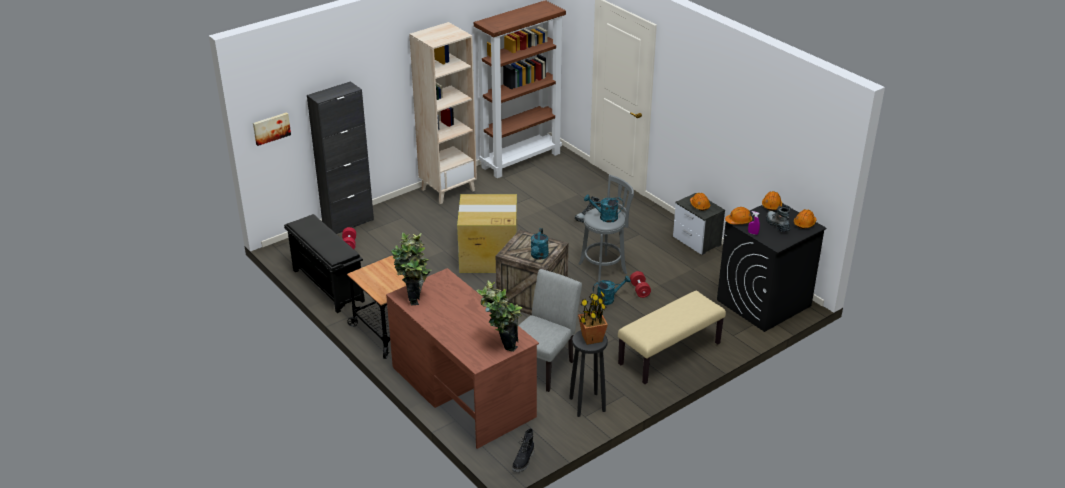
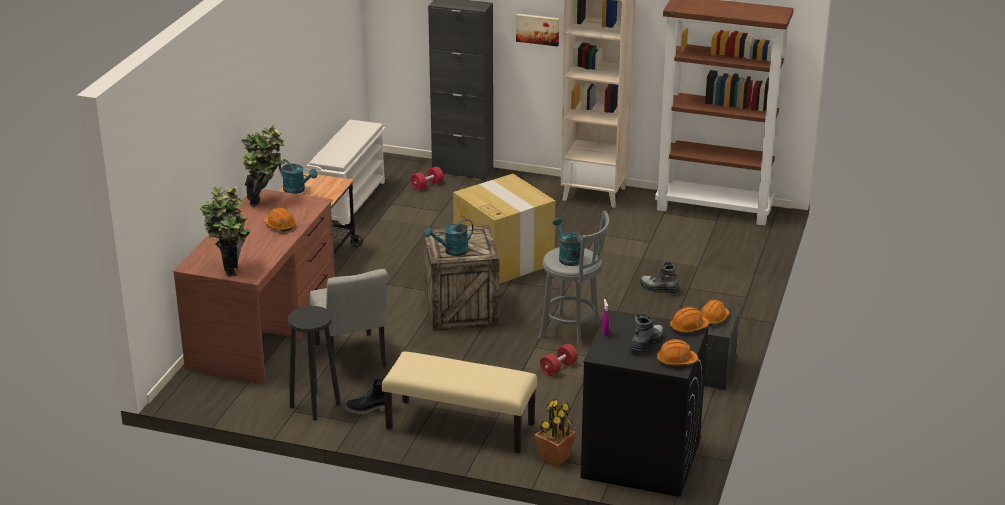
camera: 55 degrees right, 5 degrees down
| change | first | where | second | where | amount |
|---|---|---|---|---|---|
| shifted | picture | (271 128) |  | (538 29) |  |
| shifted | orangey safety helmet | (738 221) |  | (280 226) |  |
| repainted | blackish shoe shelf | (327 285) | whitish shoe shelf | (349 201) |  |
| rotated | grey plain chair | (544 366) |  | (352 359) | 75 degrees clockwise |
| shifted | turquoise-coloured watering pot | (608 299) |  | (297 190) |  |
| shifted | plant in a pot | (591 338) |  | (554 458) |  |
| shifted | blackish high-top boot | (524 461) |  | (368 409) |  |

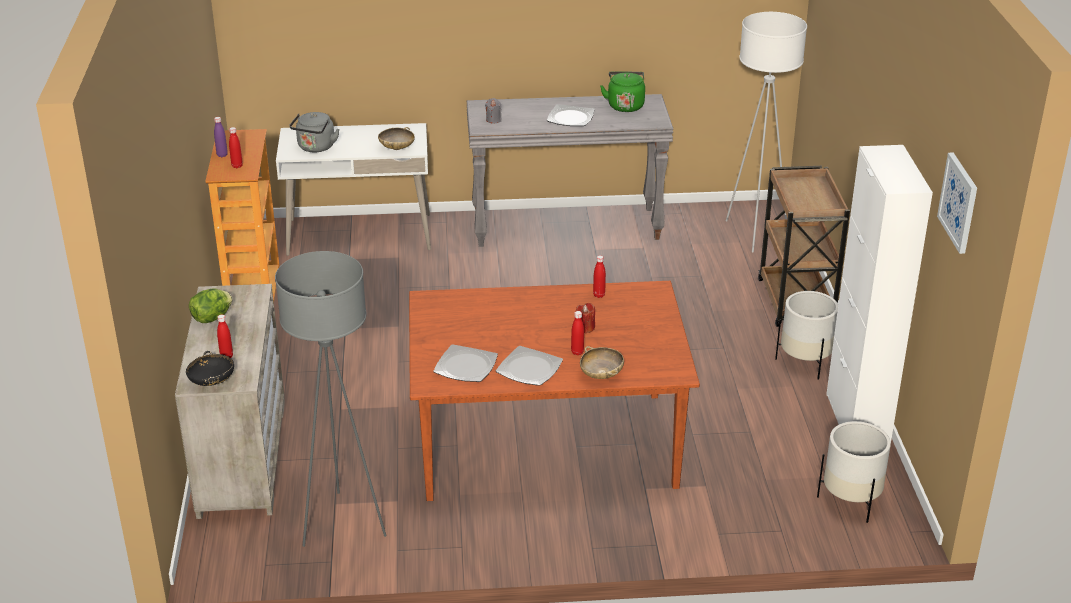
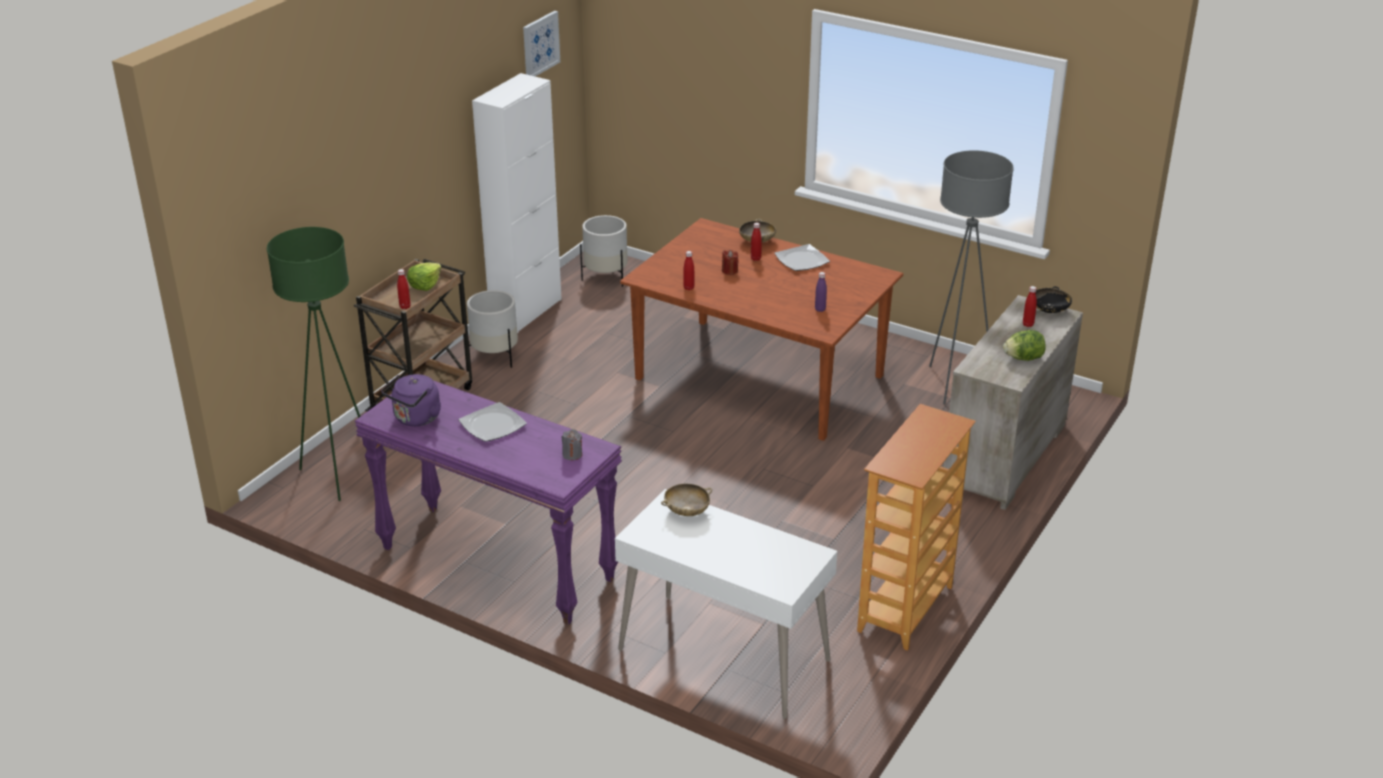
camera: 145 degrees left, 0 degrees up
| change | first | where | second | where | amount |
|---|---|---|---|---|---|
| repainted | whitish standing lamp | (754 233) | greenish standing lamp | (339 475) |  |
| repainted | greenish tea kettle | (625 105) | purple tea kettle | (415 419) |  |
| repainted | grey narrow table | (567 226) | purple narrow table | (495 564) |  |
| gone | grey tea kettle | (315 148) |  |  |  |
| shifted | purple bottle | (222 155) |  | (820 309) |  |
| shifted | red-coloured bottle | (237 166) |  | (405 307) |  |
| gone | dinner plate | (466 366) |  |  |  |
| new |  |  | lettuce head | (425 285) |  |

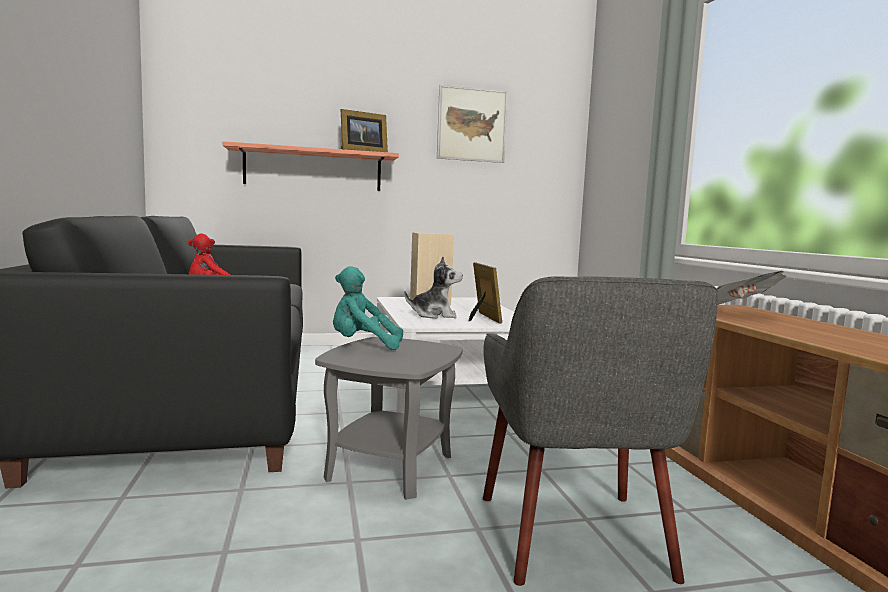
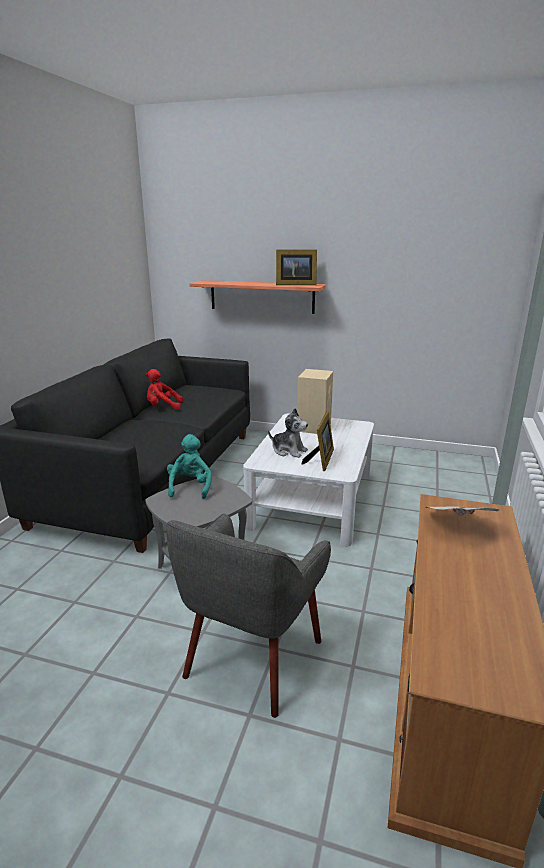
camera: 30 degrees right, 15 degrees up
| change | first | where | second | where | amount |
|---|---|---|---|---|---|
| gone | picture | (472 124) |  |  |  |
| rotated | turquoise-coloured plush toy | (363 345) |  | (190 487) | 60 degrees clockwise |

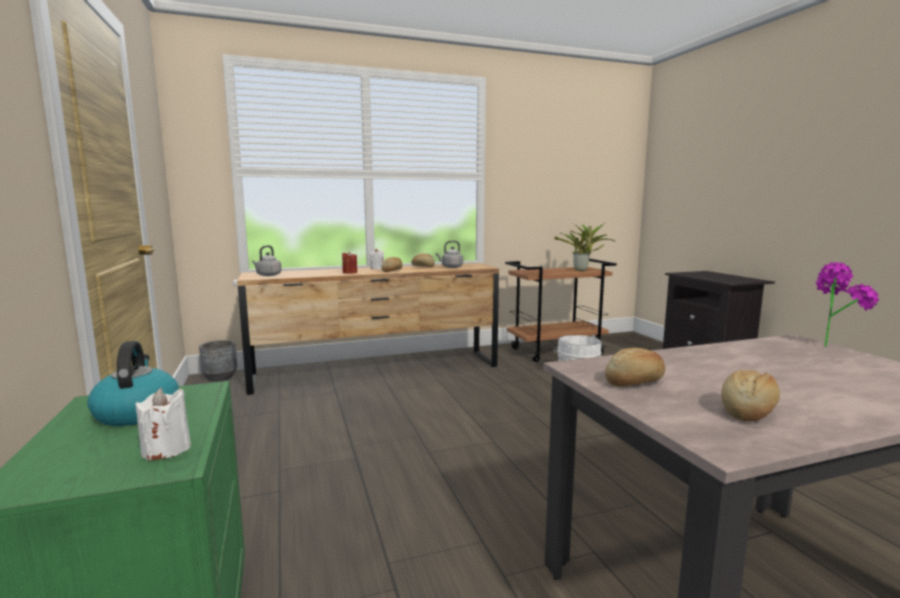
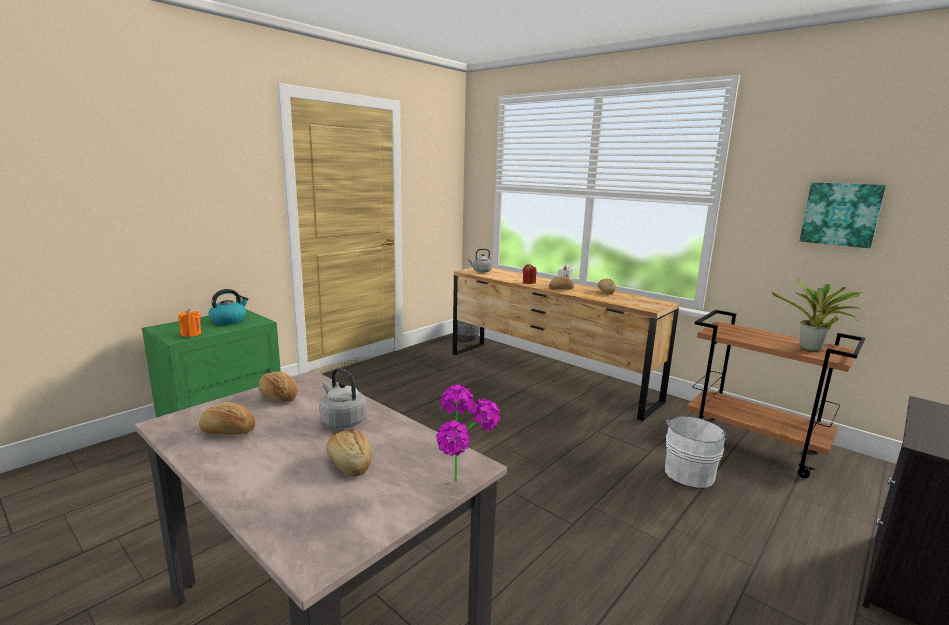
camera: 60 degrees right, 5 degrees up
| change | first | where | second | where | amount |
|---|---|---|---|---|---|
| shifted | grey tea kettle | (451 267) |  | (342 421) |  |
| repainted | whitish candle | (166 450) | orangey candle | (191 334) |  |
| new |  |  | picture | (841 214) |  |
| new |  |  | baked bread | (349 463) |  |

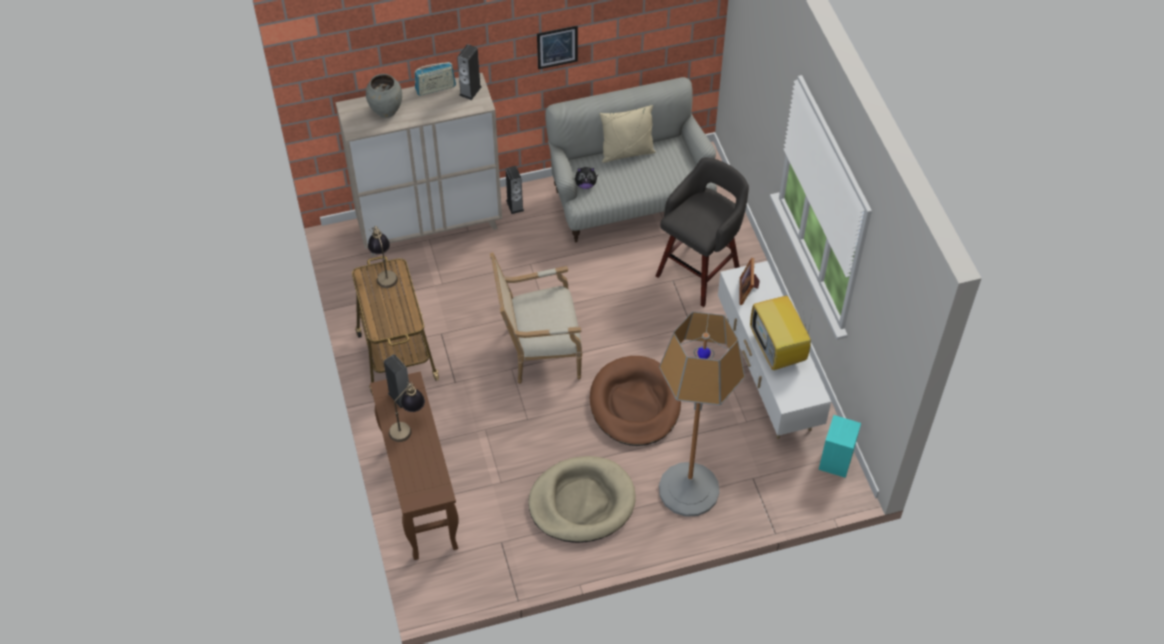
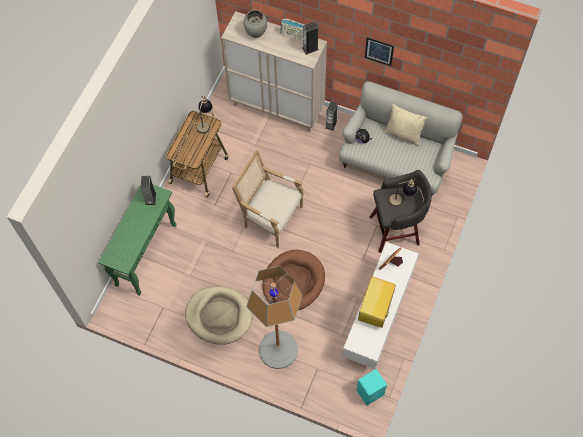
camera: 40 degrees right, 10 degrees up
| change | first | where | second | where | amount |
|---|---|---|---|---|---|
| repainted | brown-coloured narrow table | (420 496) | greenish narrow table | (146 254) |  |
| shifted | tabletop lamp | (408 426) |  | (401 200) |  |

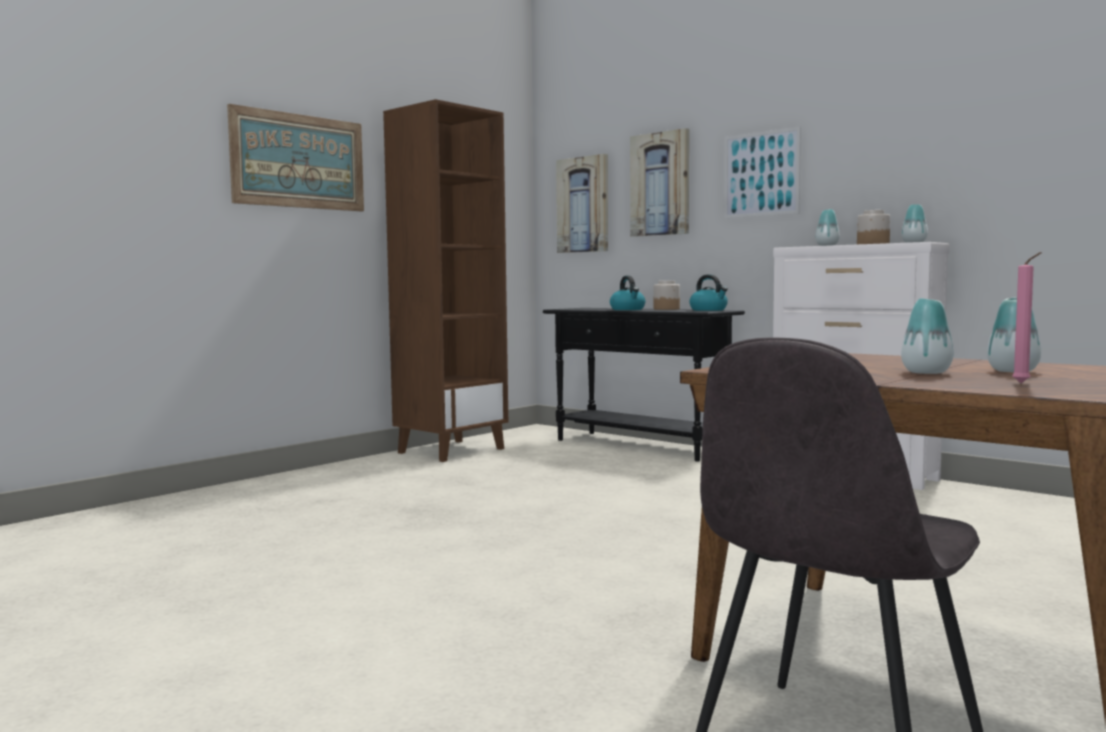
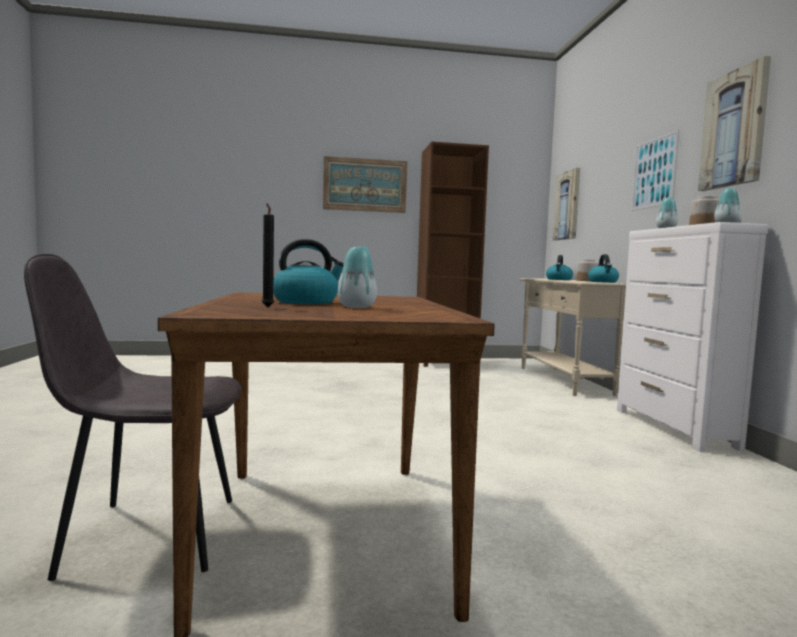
camera: 40 degrees right, 0 degrees up
| change | first | where | second | where | amount |
|---|---|---|---|---|---|
| shifted | picture | (660 184) |  | (734 129) |  |
| repainted | pinkish candle | (1023 383) | blackish candle | (267 307) |  |
| swapped | decorative vase | (926 372) | tea kettle | (306 302) |  |
| repainted | blackish narrow table | (640 446) | beige-coloured narrow table | (563 380) |  |

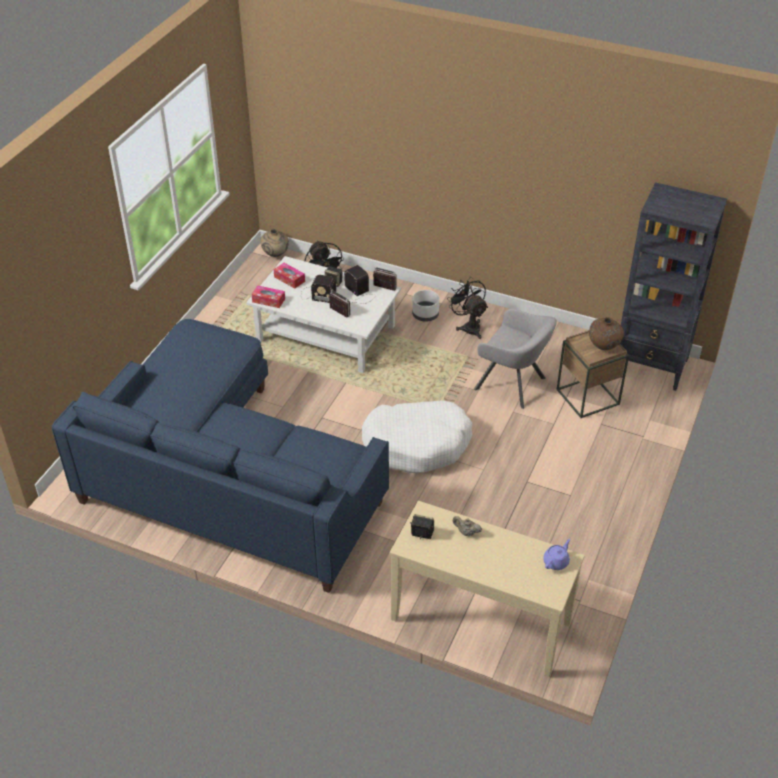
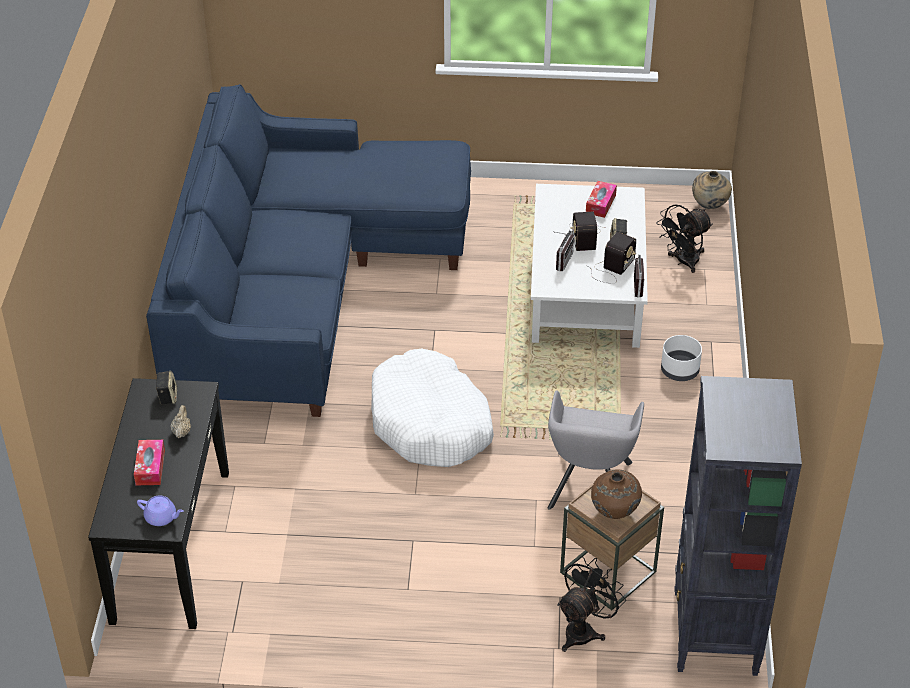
camera: 70 degrees right, 0 degrees up
| change | first | where | second | where | amount |
|---|---|---|---|---|---|
| shifted | blackish fan | (469 326) |  | (584 630) |  |
| shifted | tissue holder | (268 300) |  | (150 467) |  |
| repainted | beige-coloured narrow table | (480 621) | blackish narrow table | (170 545) |  |

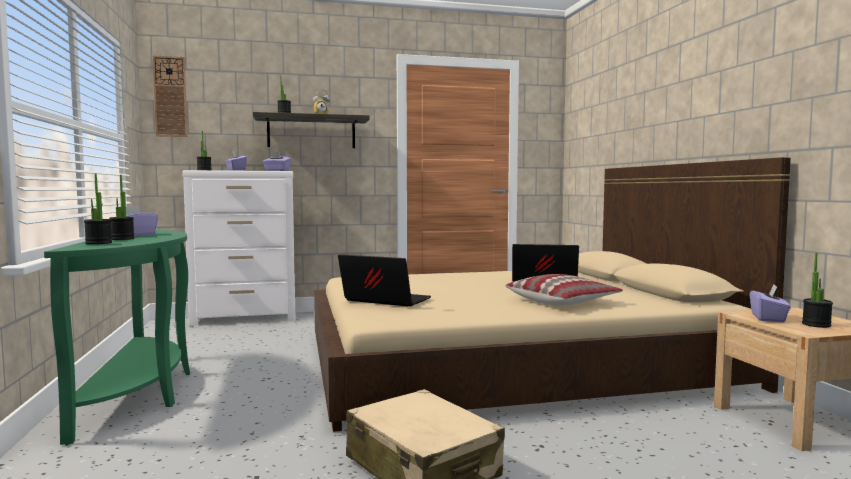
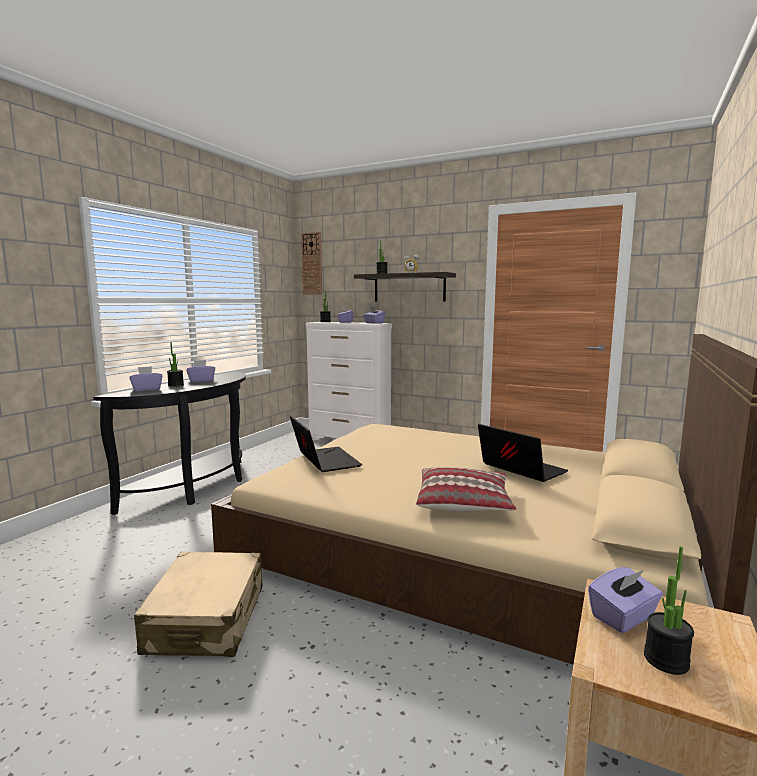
camera: 40 degrees right, 5 degrees up
| change | first | where | second | where | amount |
|---|---|---|---|---|---|
| swapped | plant in a pot | (98 243) | purple tissue holder | (146 389) |  |
| repainted | greenish narrow table | (141 392) | blackish narrow table | (198 488) |  |

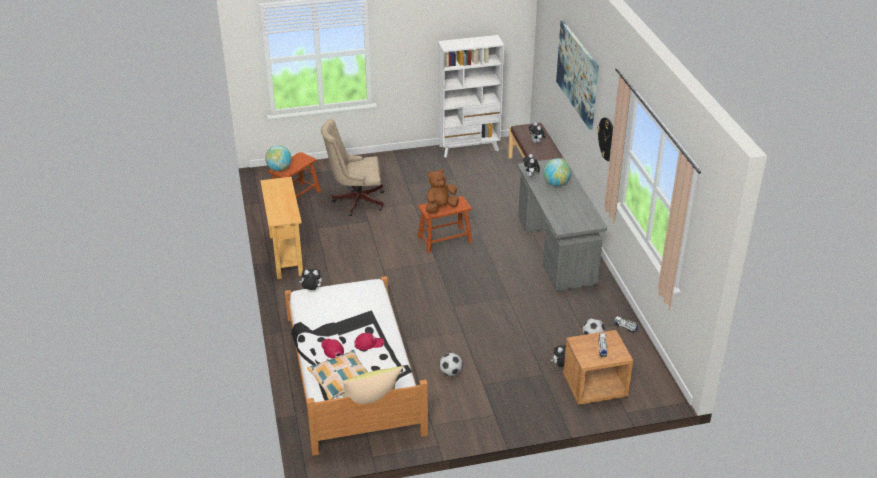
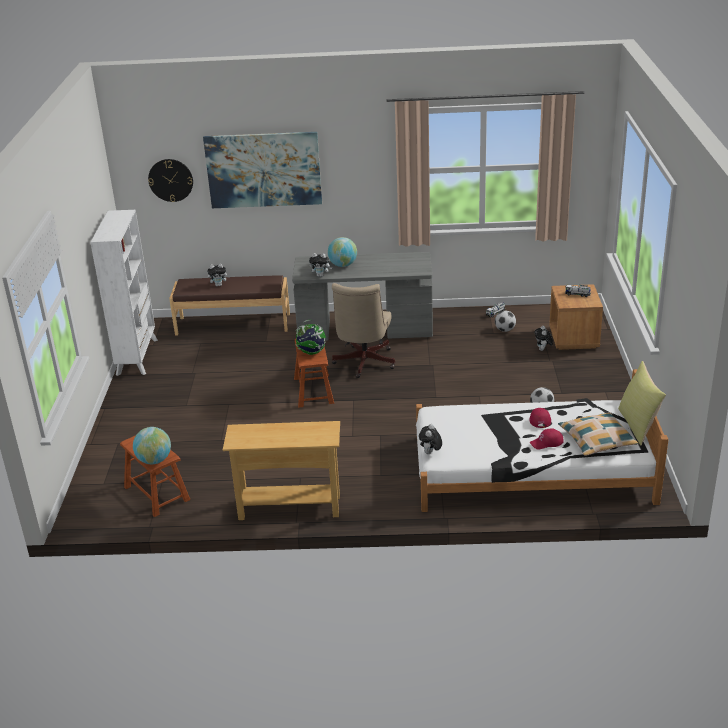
camera: 75 degrees left, 5 degrees down
| change | first | where | second | where | amount |
|---|---|---|---|---|---|
| shifted | hanging clock | (607 139) |  | (170 180) |  |
| shifted | beige-coloured desk chair | (355 201) |  | (363 363) |  |
| swapped | brown-coloured plush toy | (440 207) | desk globe | (312 352) |  |

